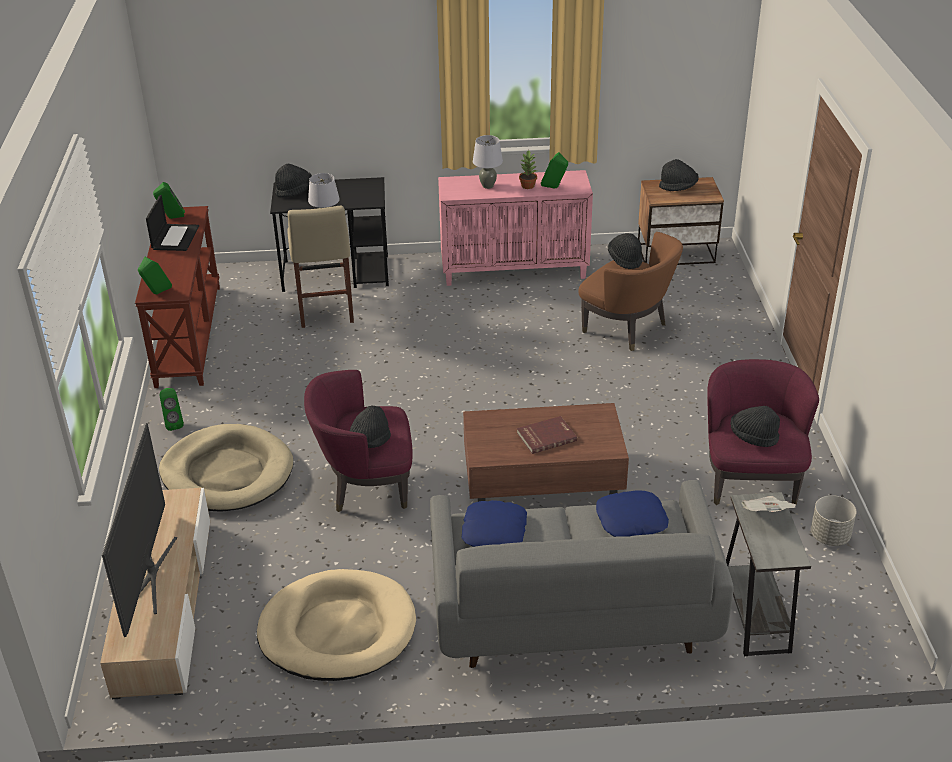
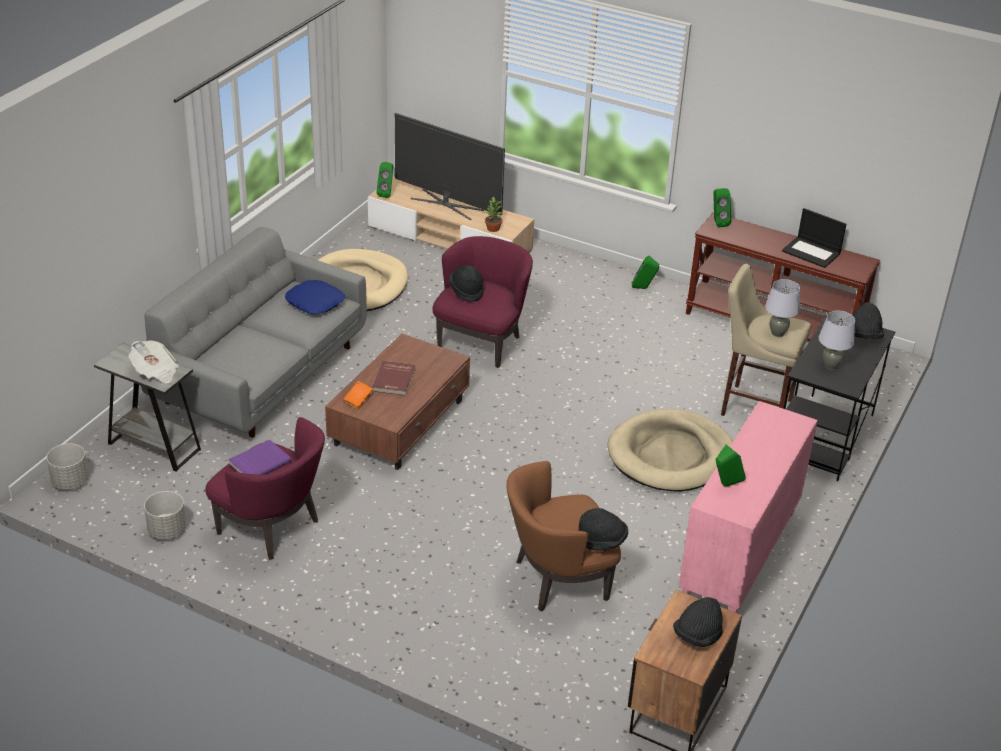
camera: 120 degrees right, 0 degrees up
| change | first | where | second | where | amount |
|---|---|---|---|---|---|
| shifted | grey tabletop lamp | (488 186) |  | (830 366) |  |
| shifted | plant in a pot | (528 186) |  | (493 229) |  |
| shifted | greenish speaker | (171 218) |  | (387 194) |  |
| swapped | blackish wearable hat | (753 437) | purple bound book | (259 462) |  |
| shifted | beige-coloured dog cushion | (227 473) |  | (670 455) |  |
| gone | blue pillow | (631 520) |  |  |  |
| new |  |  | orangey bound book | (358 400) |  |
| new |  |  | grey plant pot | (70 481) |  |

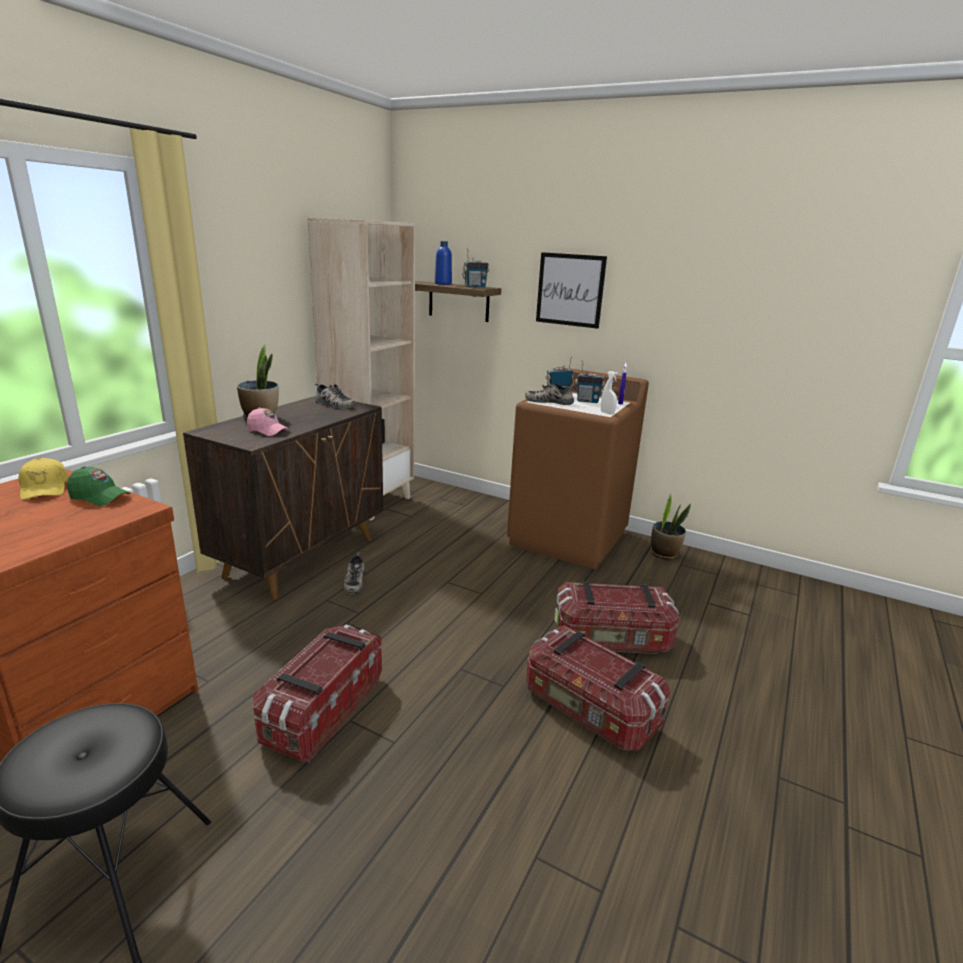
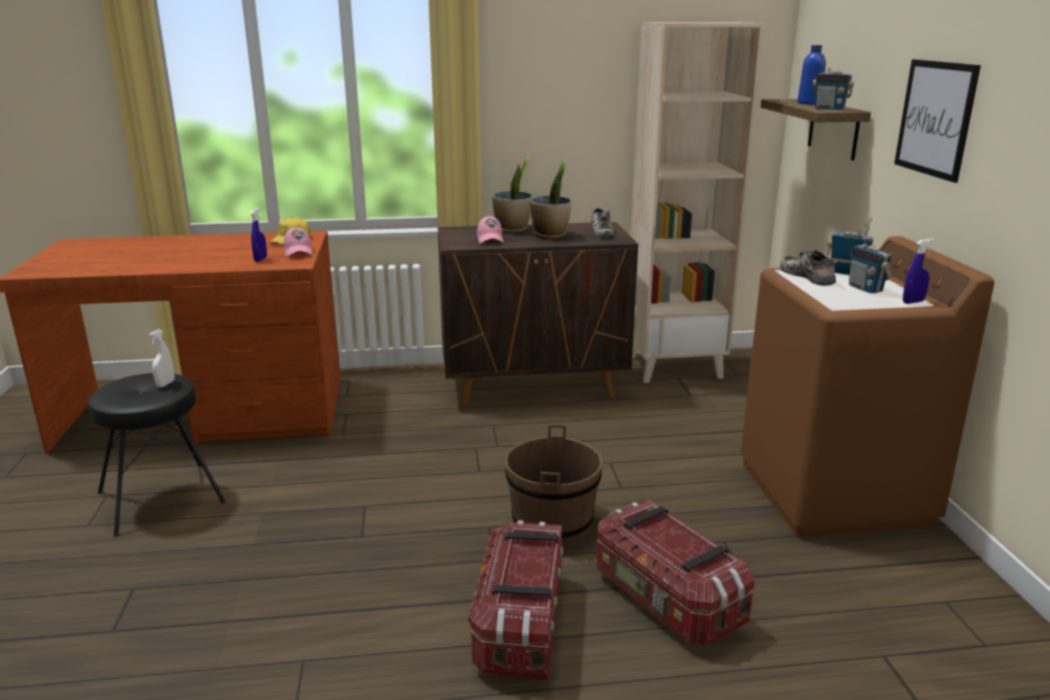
camera: 55 degrees right, 0 degrees up
| change | first | where | second | where | amount |
|---|---|---|---|---|---|
| shifted | whitish sprayer | (607 413) |  | (165 384) |  |
| repainted | greenish peaked cap | (99 497) | pinkish peaked cap | (298 252) |  |
| shifted | plant in a pot | (664 553) |  | (550 235) |  |
| gone | shoe | (354 581) |  |  |  |
| gone | storage container | (322 710) |  |  |  |
| new |  |  | blue sprayer | (260 259) |  |
| new |  |  | brown-coloured water bucket | (552 522) |  |

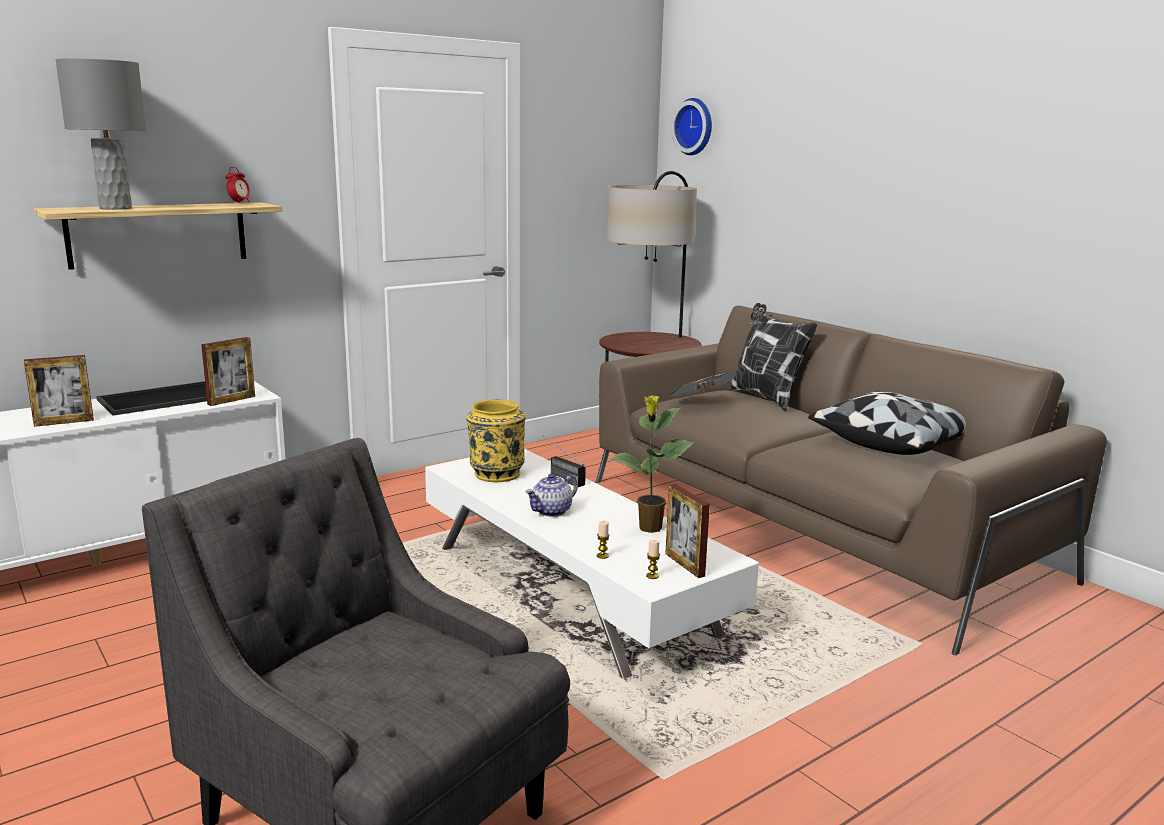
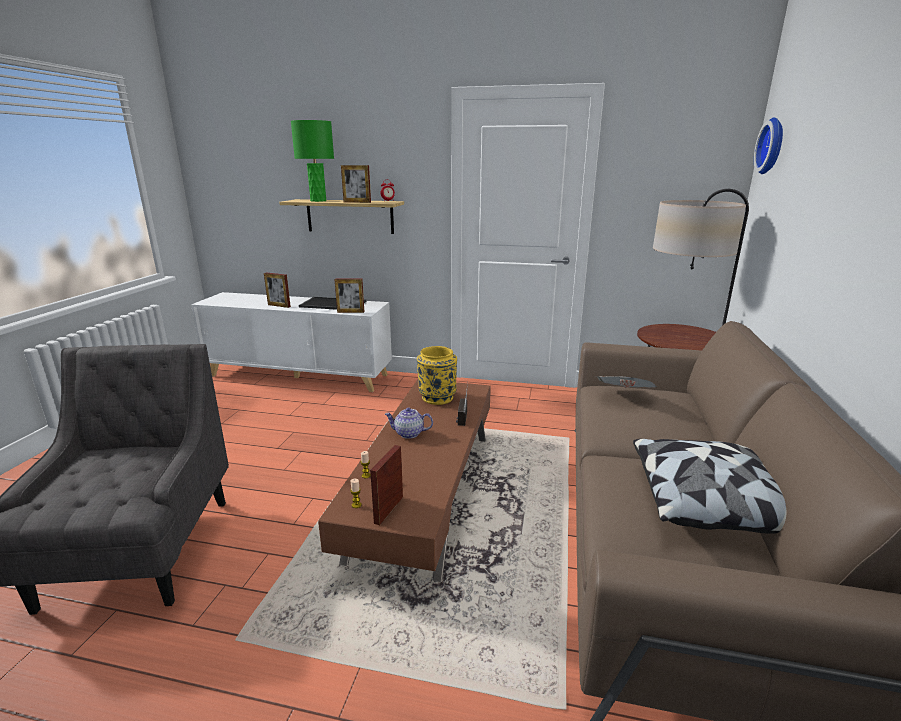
camera: 50 degrees right, 5 degrees up
| change | first | where | second | where | amount |
|---|---|---|---|---|---|
| repainted | grey tabletop lamp | (115 208) | greenish tabletop lamp | (318 201) |  |
| gone | pillow | (766 398) |  |  |  |
| gone | plant in a pot | (649 528) |  |  |  |
| repainted | whitish low table | (573 589) | brown-coloured low table | (426 492) |  |
| new |  |  | photo frame | (357 202) |  |

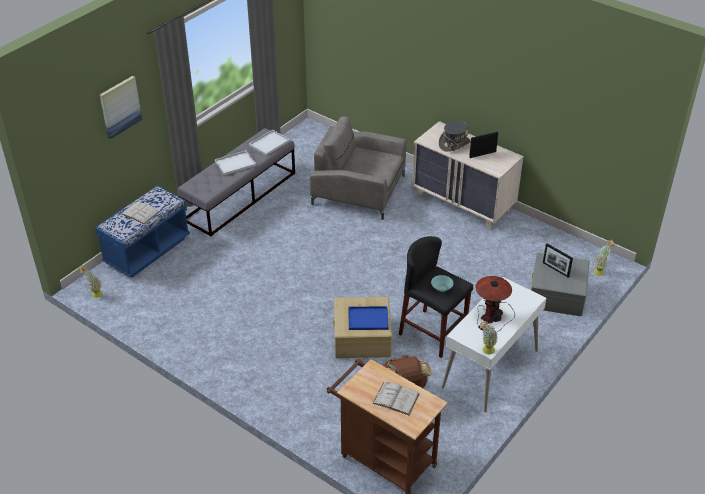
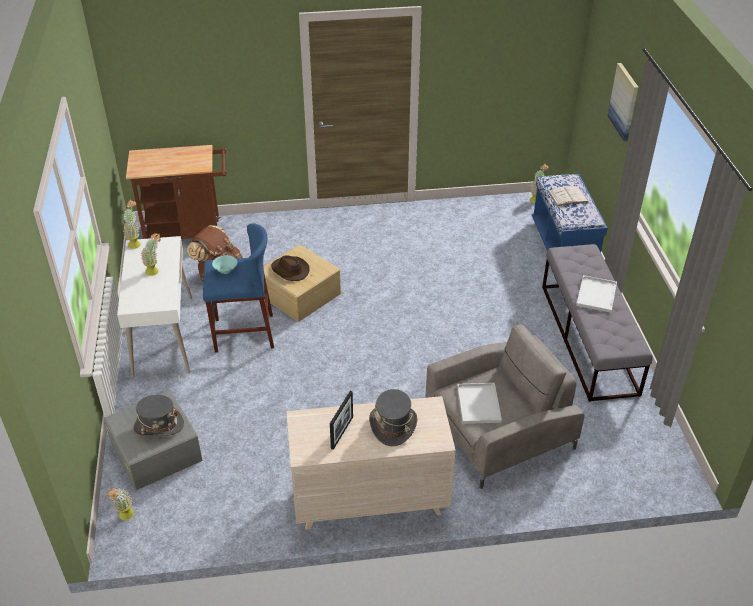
camera: 135 degrees right, 0 degrees up
| change | first | where | second | where | amount |
|---|---|---|---|---|---|
| shifted | whitish tray | (269 144) |  | (478 403) |  |
| repainted | blackish sitting stool | (432 333) | blue sitting stool | (244 333) |  |
| swapped | photo frame | (555 269) | grey wearable hat | (158 425) |  |
| swapped | tabletop lamp | (492 315) | plant in a pot | (155 271) |  |
| swapped | blue tray | (369 318) | brown-coloured wearable hat | (290 270) |  |
| gone | whitish bound book | (396 398) |  |  |  |

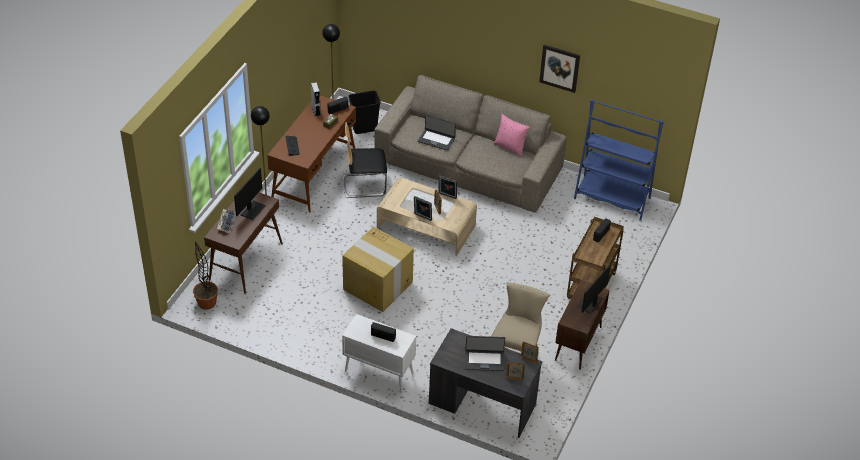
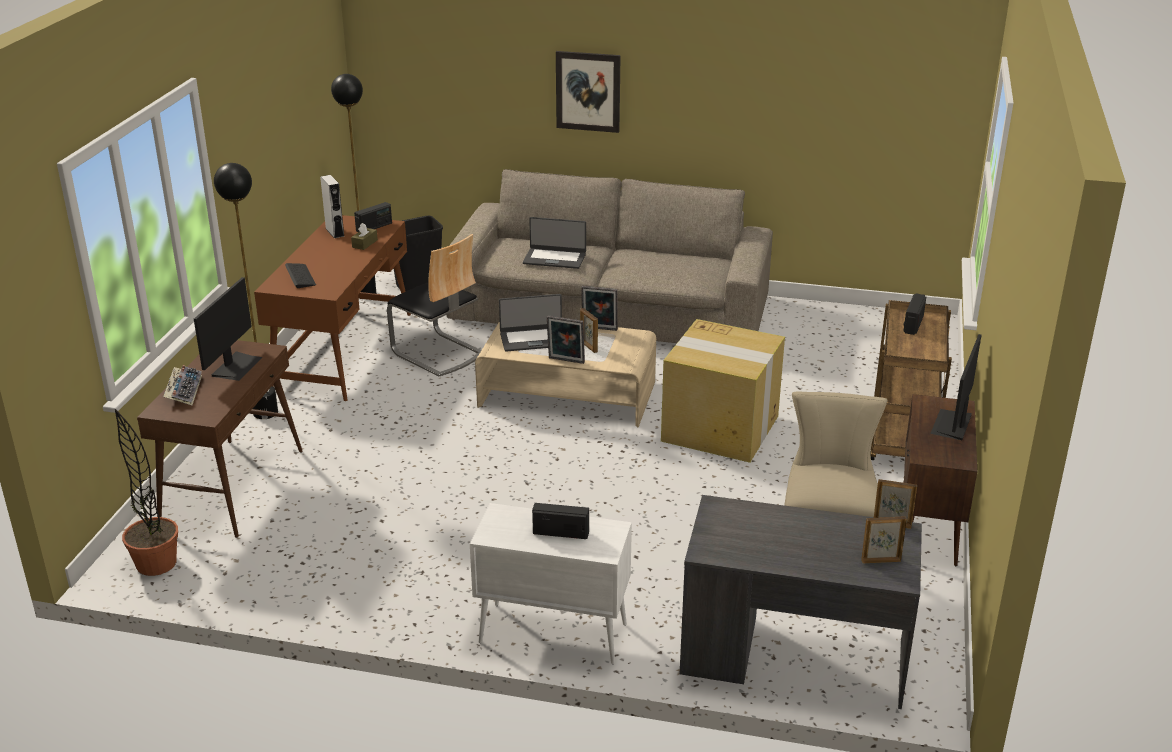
camera: 10 degrees left, 15 degrees down
| change | first | where | second | where | amount |
|---|---|---|---|---|---|
| shifted | picture | (559 68) |  | (588 91) |  |
| gone | blue shelving unit | (612 198) |  |  |  |
| gone | pinkish pillow | (510 147) |  |  |  |
| rotated | plain chair | (364 185) |  | (438 353) | 120 degrees counterclockwise |
| shifted | cardboard box | (378 286) |  | (721 429) |  |
| shifted | portable computer | (484 360) |  | (533 339) |  |

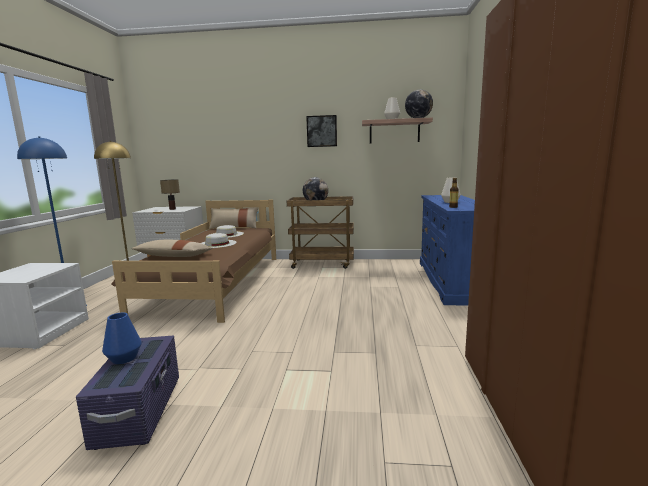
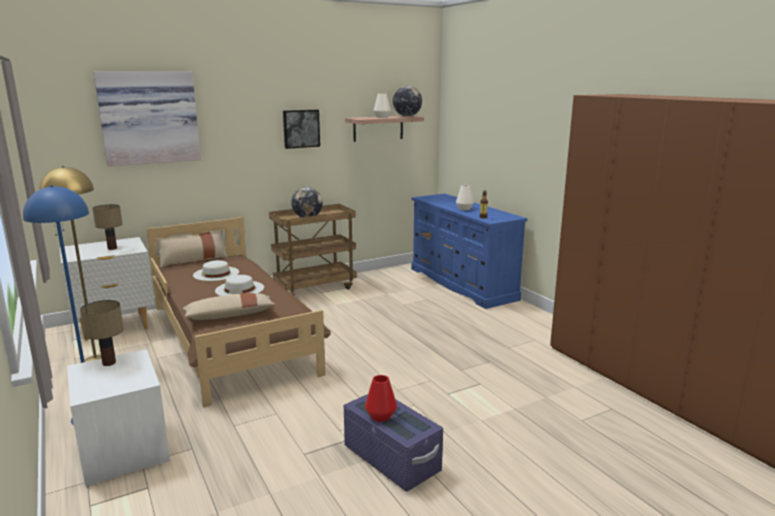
camera: 35 degrees left, 5 degrees up
| change | first | where | second | where | amount |
|---|---|---|---|---|---|
| repainted | blue decorative vase | (124 358) | red-coloured decorative vase | (380 416) |  |
| new |  |  | picture | (149 118) |  |
| new |  |  | tabletop lamp | (110 362) |  |

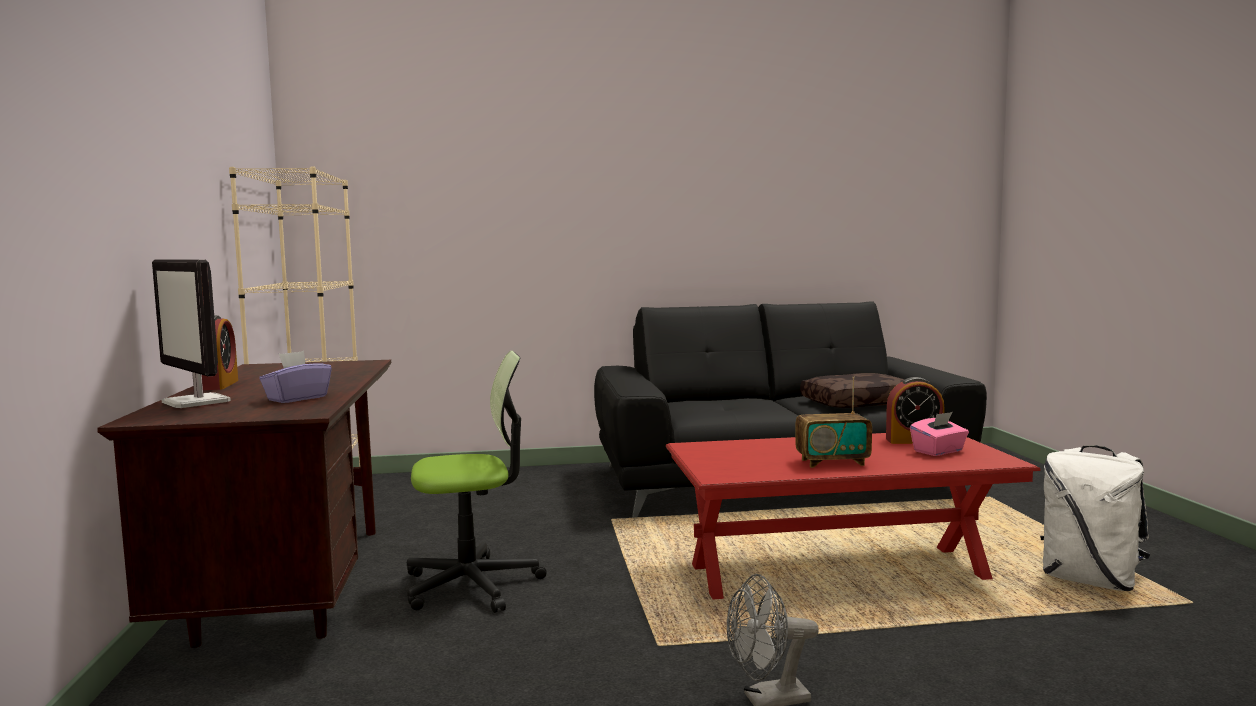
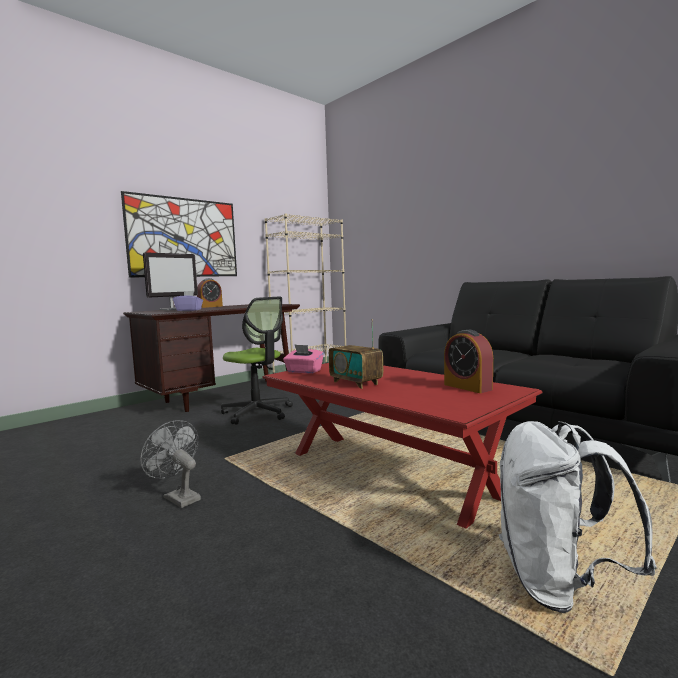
camera: 55 degrees right, 0 degrees up
| change | first | where | second | where | amount |
|---|---|---|---|---|---|
| rotated | computer display | (197 402) |  | (173 309) | 150 degrees counterclockwise |
| gone | brown-coloured pillow | (857 403) |  |  |  |
| shifted | pinkish tissue holder | (939 451) |  | (303 371) |  |
| new |  |  | picture | (184 237) |  |

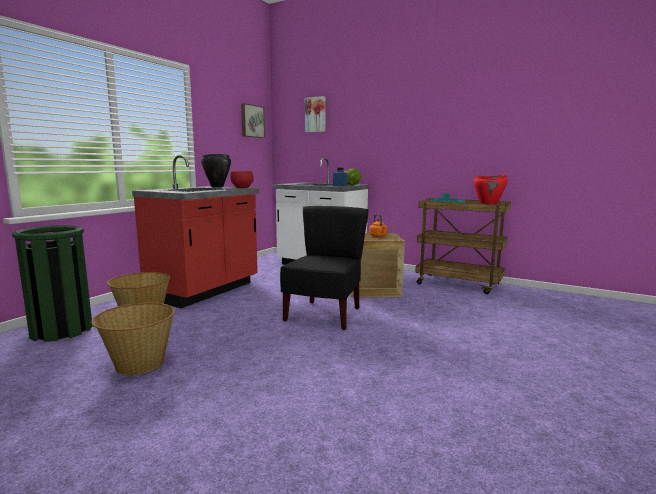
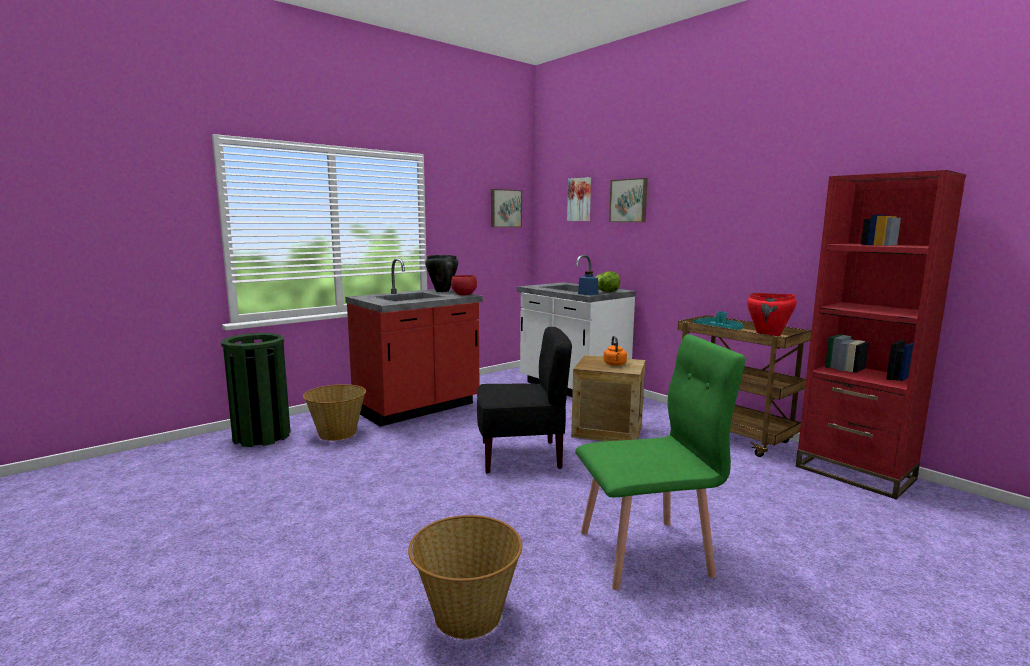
camera: 20 degrees right, 0 degrees up
| change | first | where | second | where | amount |
|---|---|---|---|---|---|
| rotated | blackish plain chair | (324 314) |  | (521 456) | 45 degrees clockwise |
| shifted | basket | (139 364) |  | (466 615) |  |
| new |  |  | red-coloured shelving unit | (854 473) |  |
| new |  |  | picture | (629 200) |  |
| new |  |  | greenish plain chair | (645 553) |  |

